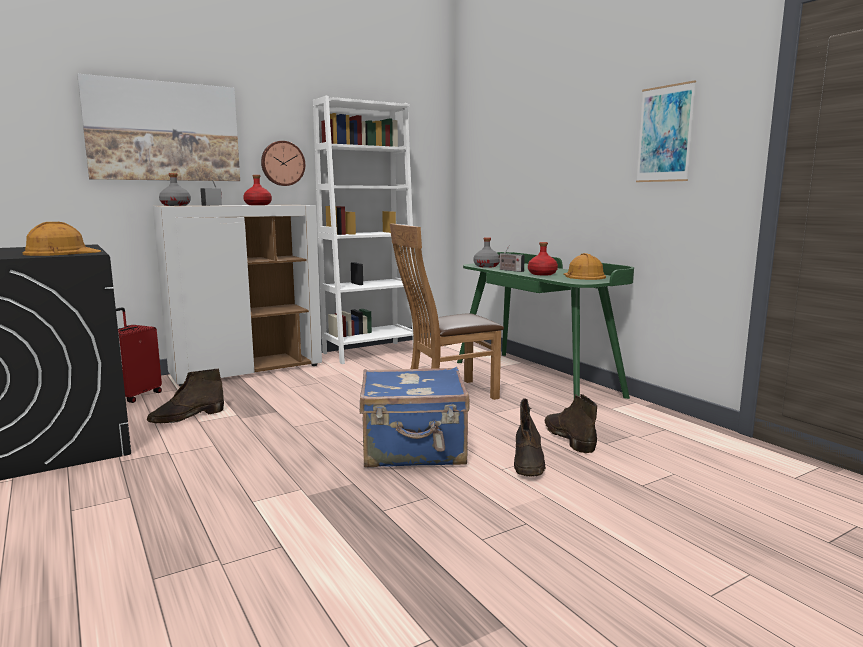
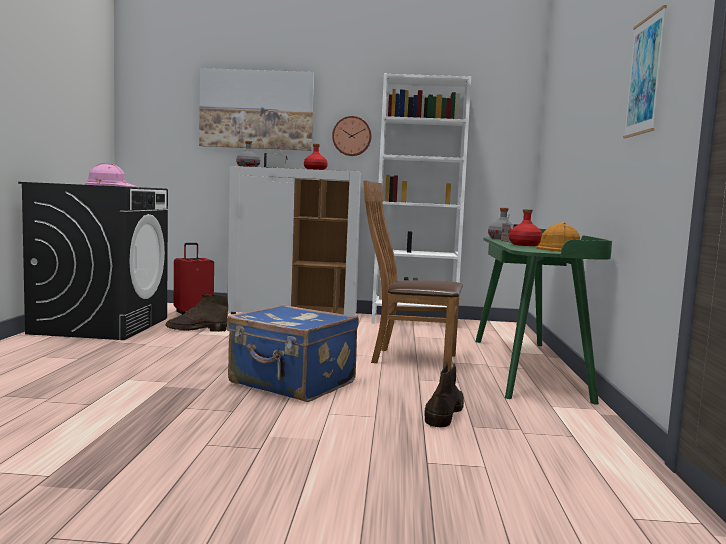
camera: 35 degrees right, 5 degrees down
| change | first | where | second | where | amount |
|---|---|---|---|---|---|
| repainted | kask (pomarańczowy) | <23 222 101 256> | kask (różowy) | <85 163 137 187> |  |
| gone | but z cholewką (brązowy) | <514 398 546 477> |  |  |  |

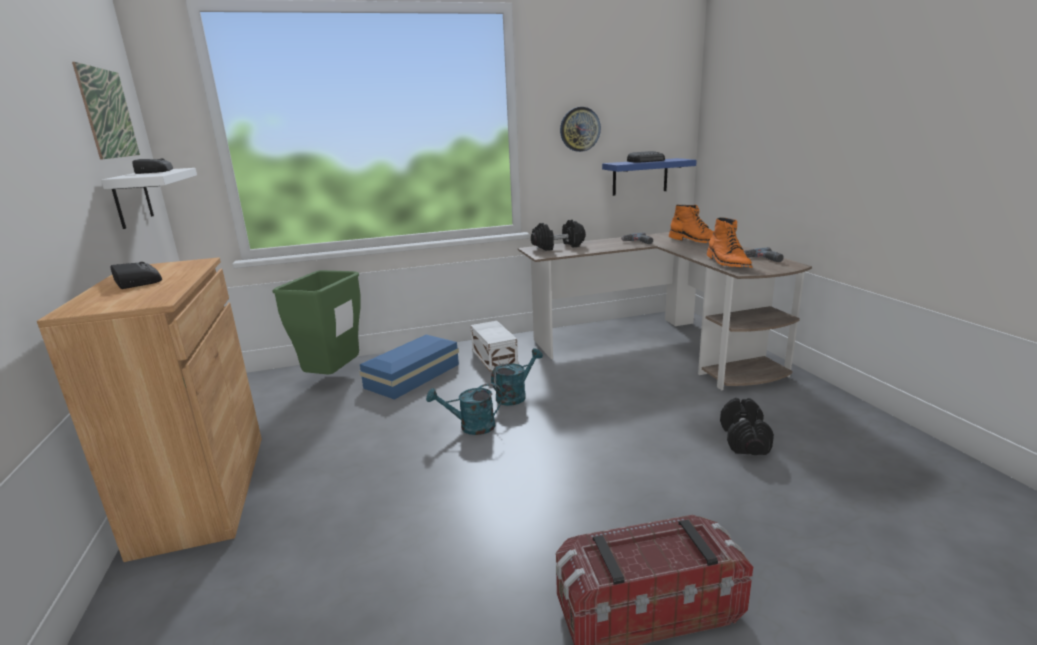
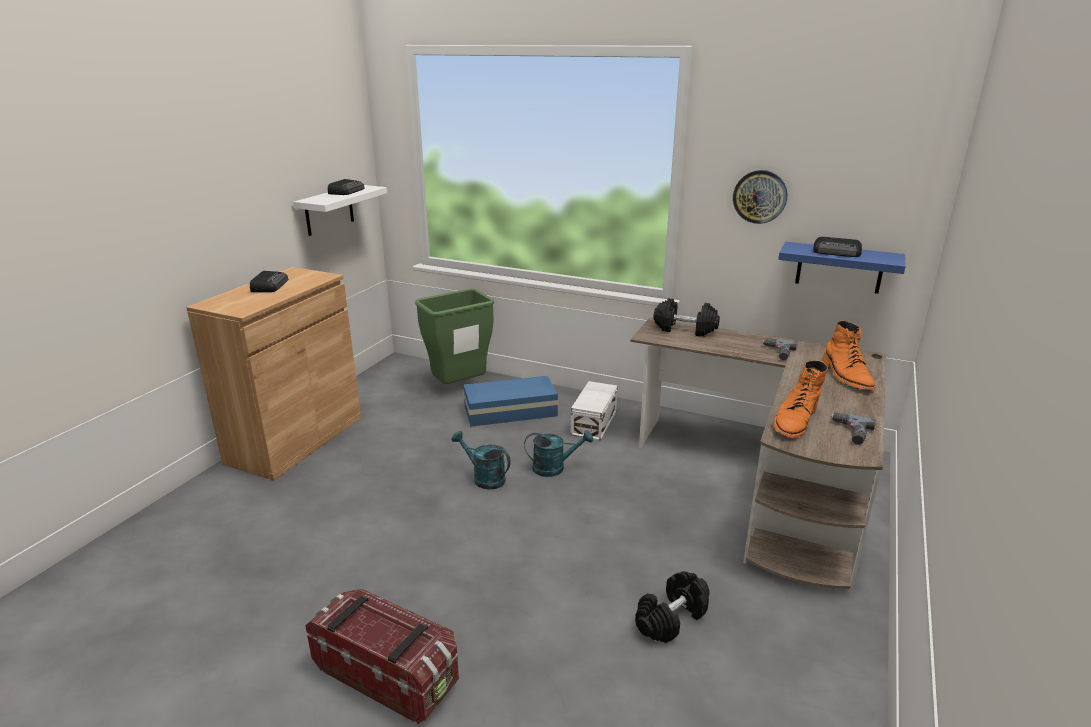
camera: 40 degrees right, 5 degrees up
| change | first | where | second | where | amount |
|---|---|---|---|---|---|
| gone | obraz | <72 62 140 160> |  |  |  |

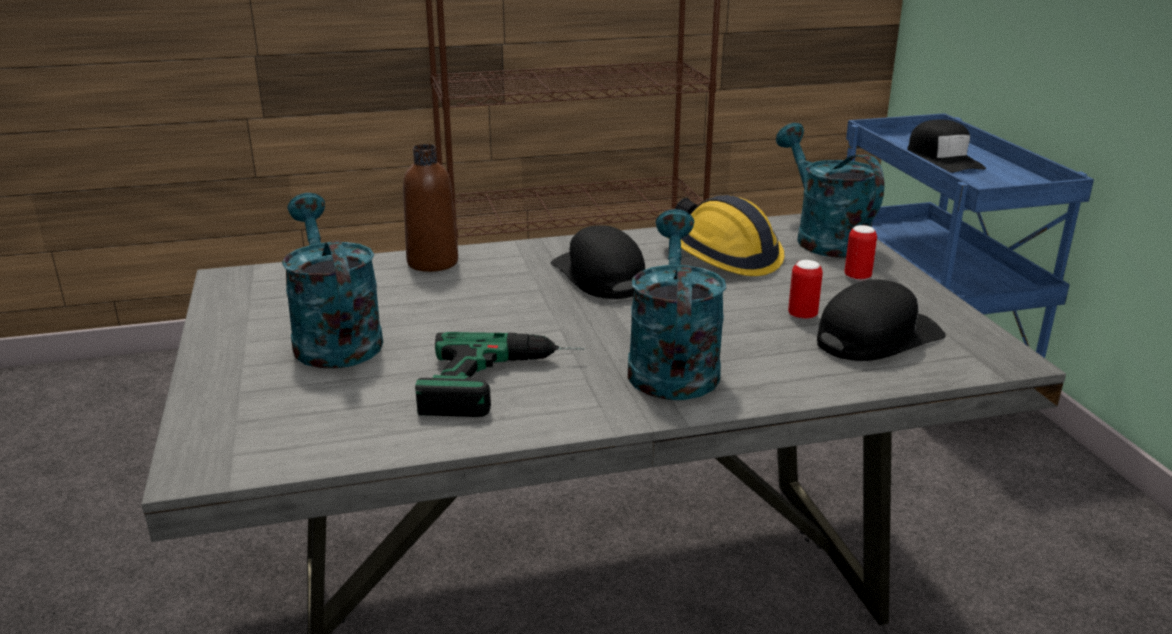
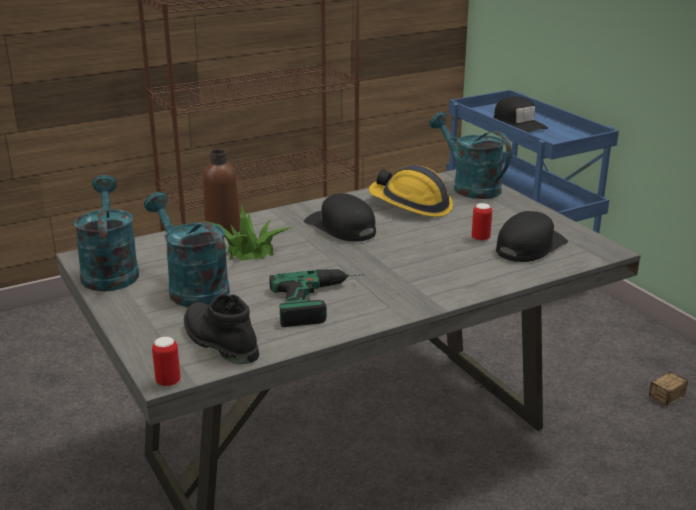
camera: 15 degrees left, 0 degrees up
| change | first | where | second | where | amount |
|---|---|---|---|---|---|
| shifted | konewka (turkusowy) | <628 209 726 400> |  | <74 175 139 291> |  |
| shifted | puszka | <844 225 877 281> |  | <152 337 181 387> |  |
| new |  |  | but z cholewką (czarny) | <184 294 259 364> |  |
| new |  |  | roślina doniczkowa | <204 205 291 261> |  |
| new |  |  | pojemnik do przechowywania | <649 371 688 406> |  |

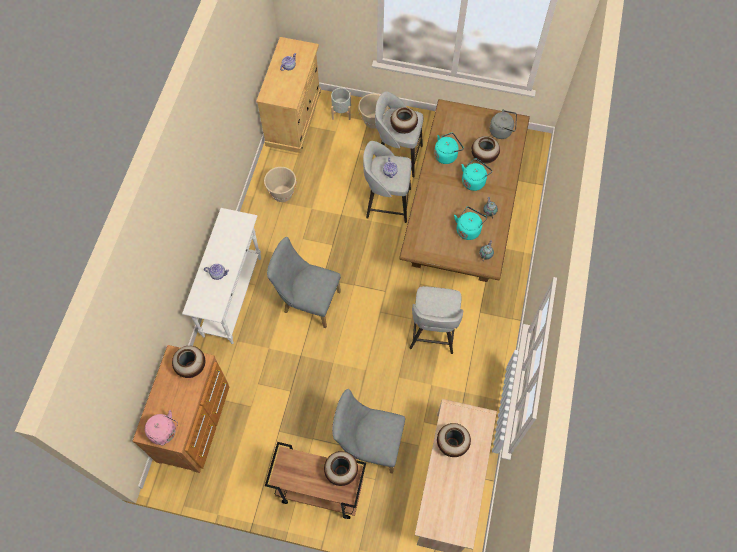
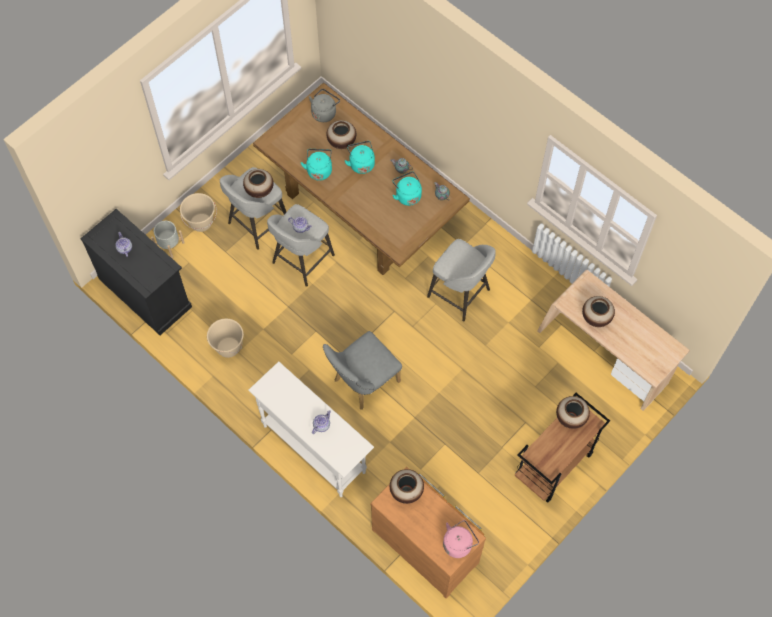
camera: 60 degrees left, 0 degrees up
| change | first | where | second | where | amount |
|---|---|---|---|---|---|
| repainted | szafka (beżowy) | <256 37 321 153> | szafka (czarny) | <80 209 192 335> |  |
| gone | krzesło (szary) | <332 389 405 474> |  |  |  |

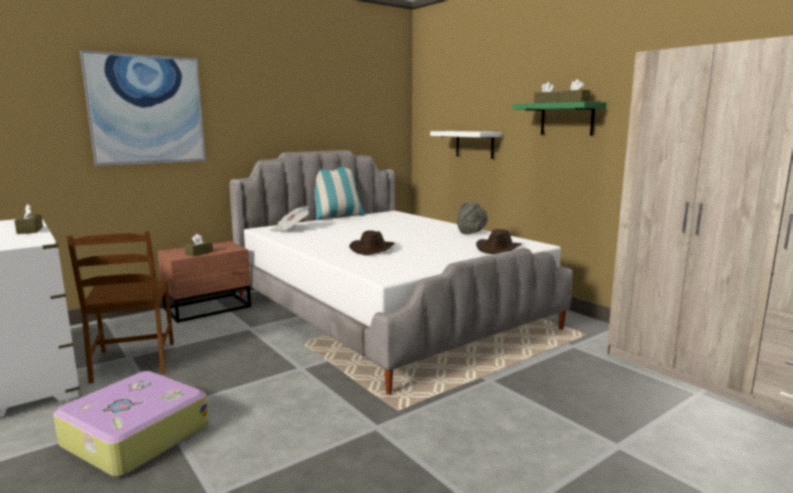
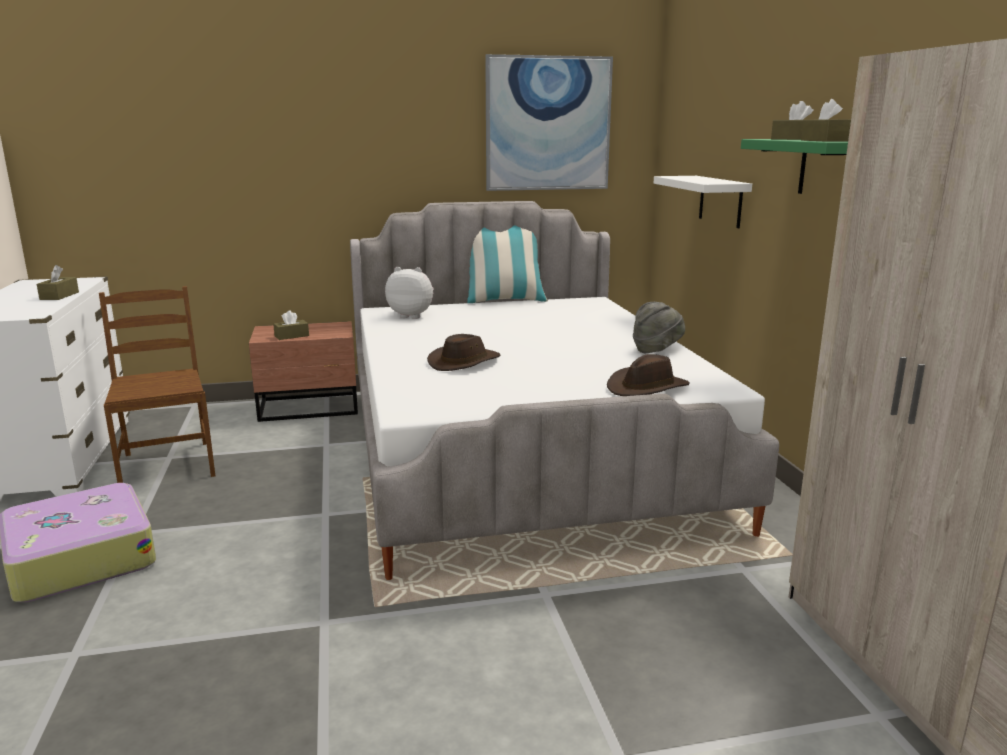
camera: 25 degrees right, 5 degrees up
| change | first | where | second | where | amount |
|---|---|---|---|---|---|
| rotated | krzesło (brązowy) | <66 231 174 384> |  | <99 286 215 483> | 150 degrees clockwise |
| swapped | gazeta | <270 206 309 232> | pluszak | <385 267 434 319> |  |
| shifted | obraz | <80 50 206 166> |  | <485 54 613 191> |  |

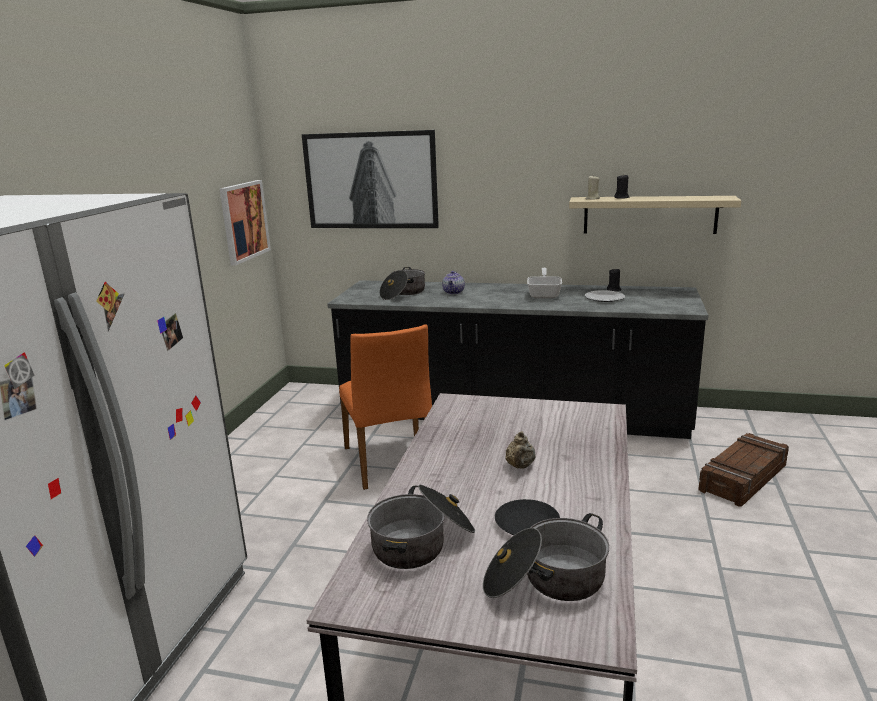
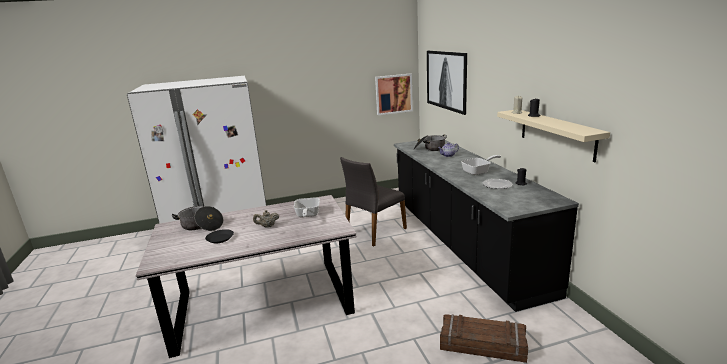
camera: 60 degrees right, 0 degrees up
| change | first | where | second | where | amount |
|---|---|---|---|---|---|
| new |  |  | patelnia | <294 197 320 217> |  |
| repainted | krzesło (pomarańczowy) | <339 324 432 490> | krzesło (szary) | <340 157 407 246> |  |
| gone | garnek | <483 513 609 601> |  |  |  |

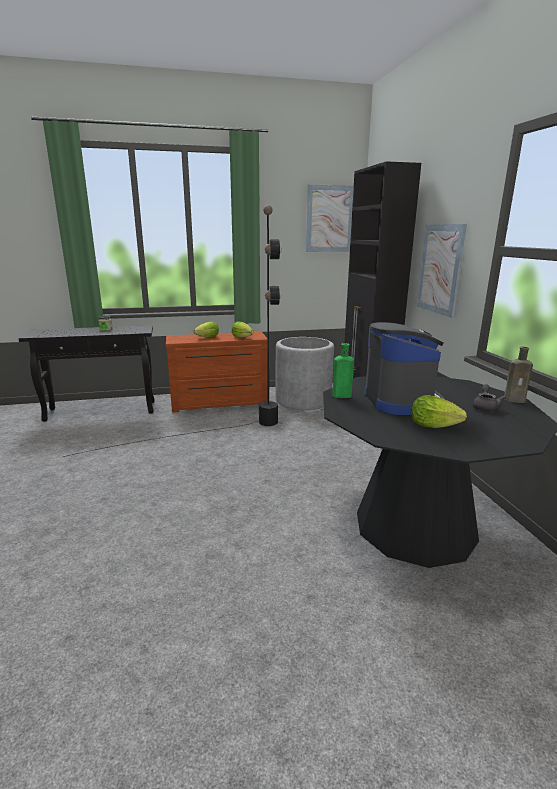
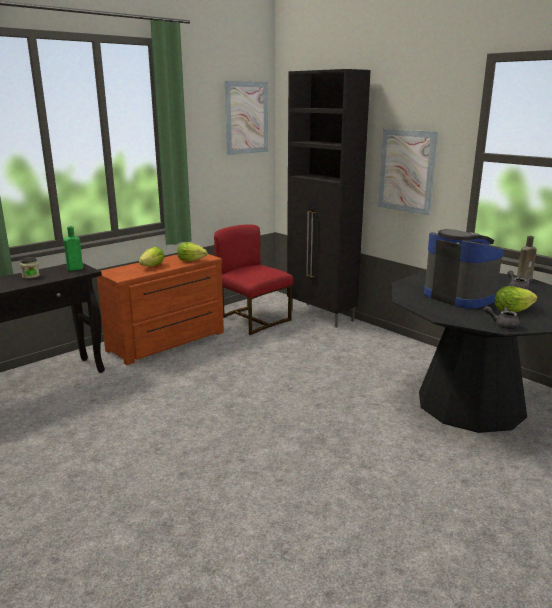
camera: 30 degrees left, 0 degrees up
| change | first | where | second | where | amount |
|---|---|---|---|---|---|
| shifted | butelka (zielony) | <332 343 354 398> |  | <64 226 83 271> |  |
| swapped | donica (szary) | <275 337 334 410> | krzesło (czerwony) | <214 224 293 335> |  |
| new |  |  | imbryk (szary) | <483 306 520 329> |  |
| gone | lampa stojąca (czarny) | <63 205 282 457> |  |  |  |

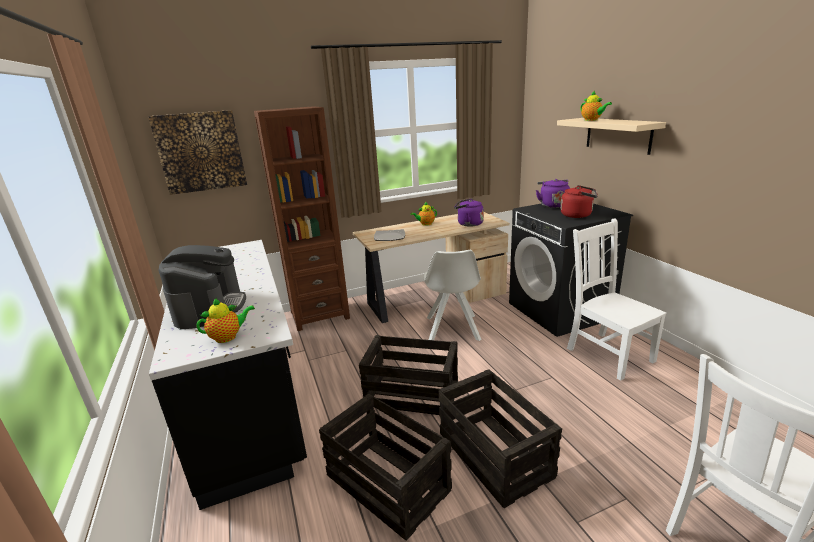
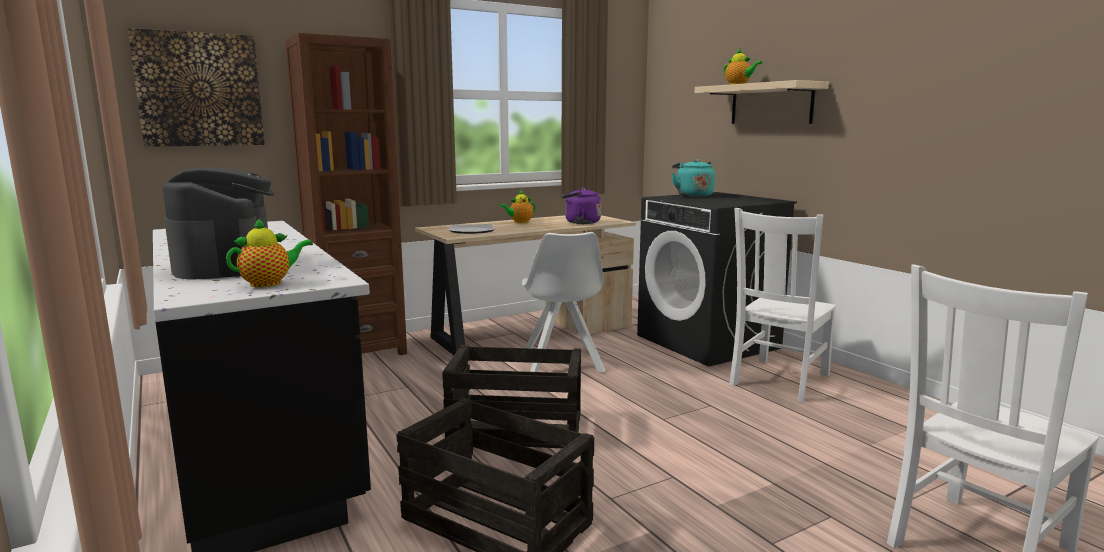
camera: 10 degrees left, 10 degrees down
| change | first | where | second | where | amount |
|---|---|---|---|---|---|
| repainted | czajnik (fioletowy) | <536 179 570 208> | czajnik (turkusowy) | <671 159 715 197> |  |
| rotated | krzesło (biały) | <567 218 667 381> |  | <729 208 836 402> | 105 degrees counterclockwise |
| gone | skrzynka | <439 369 562 508> |  |  |  |
| gone | czajnik (czerwony) | <561 185 598 218> |  |  |  |

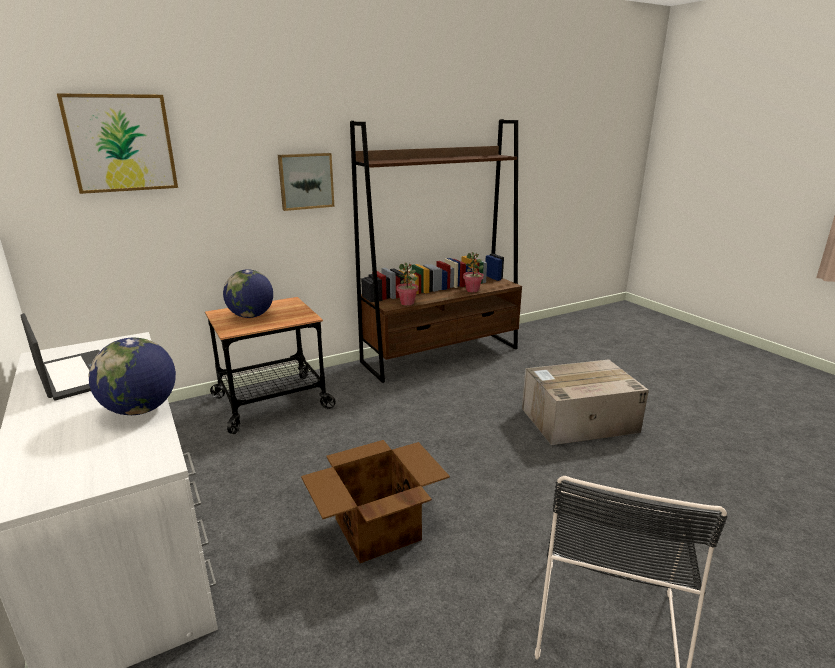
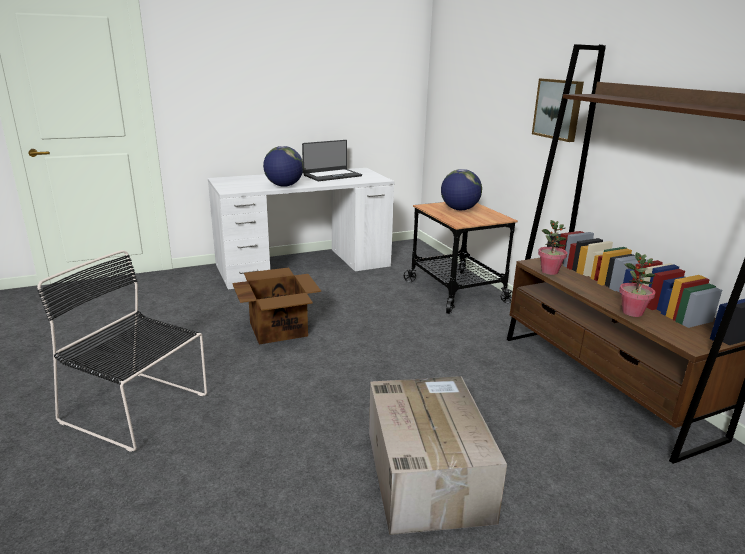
camera: 95 degrees right, 0 degrees up
| change | first | where | second | where | amount |
|---|---|---|---|---|---|
| gone | obraz | <57 93 178 194> |  |  |  |

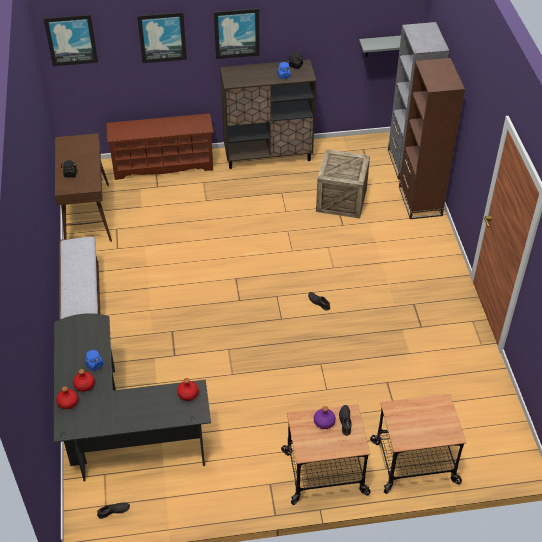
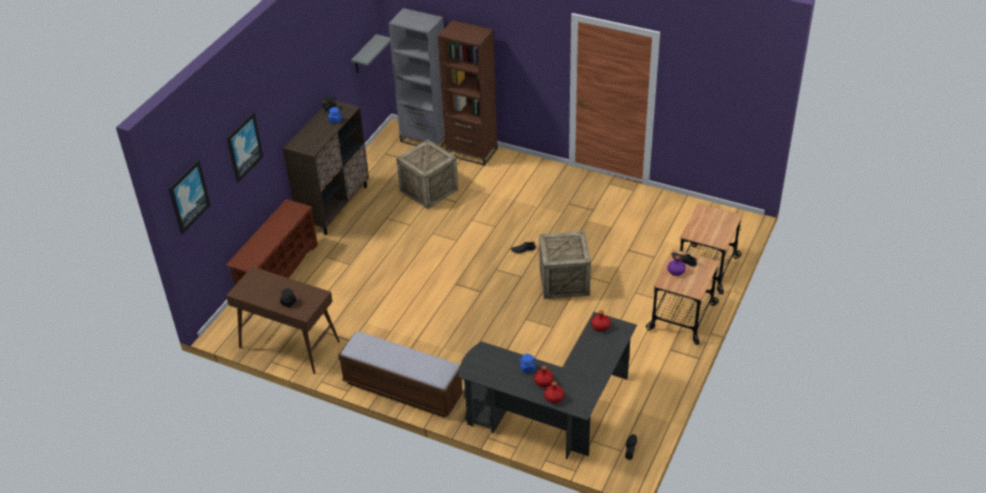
camera: 55 degrees left, 5 degrees down
| change | first | where | second | where | amount |
|---|---|---|---|---|---|
| new |  |  | skrzynka | <539 231 591 299> |  |
| gone | obraz | <214 8 260 59> |  |  |  |

